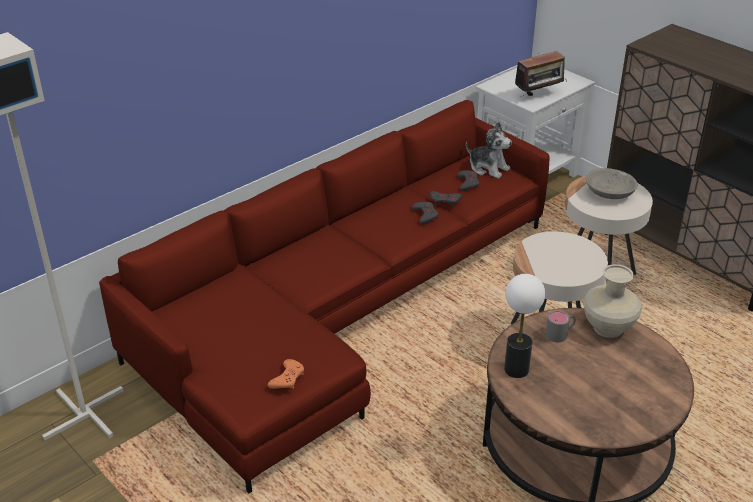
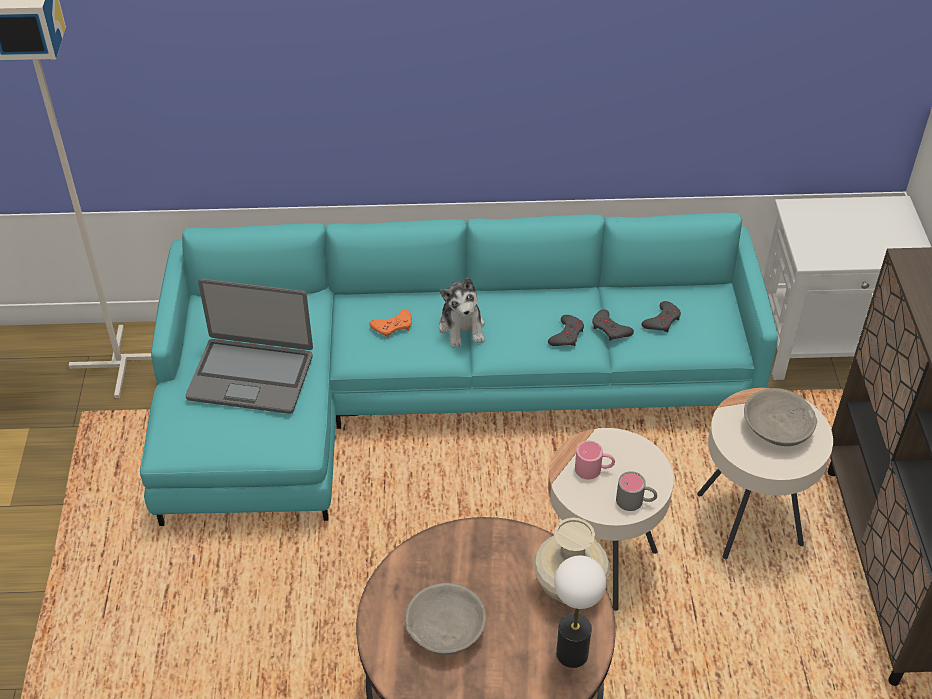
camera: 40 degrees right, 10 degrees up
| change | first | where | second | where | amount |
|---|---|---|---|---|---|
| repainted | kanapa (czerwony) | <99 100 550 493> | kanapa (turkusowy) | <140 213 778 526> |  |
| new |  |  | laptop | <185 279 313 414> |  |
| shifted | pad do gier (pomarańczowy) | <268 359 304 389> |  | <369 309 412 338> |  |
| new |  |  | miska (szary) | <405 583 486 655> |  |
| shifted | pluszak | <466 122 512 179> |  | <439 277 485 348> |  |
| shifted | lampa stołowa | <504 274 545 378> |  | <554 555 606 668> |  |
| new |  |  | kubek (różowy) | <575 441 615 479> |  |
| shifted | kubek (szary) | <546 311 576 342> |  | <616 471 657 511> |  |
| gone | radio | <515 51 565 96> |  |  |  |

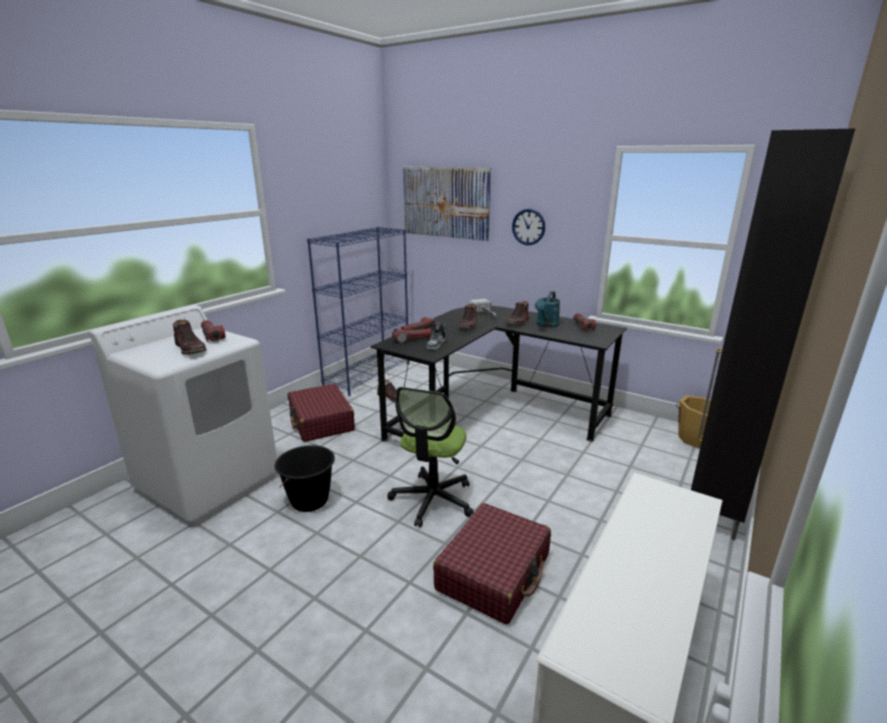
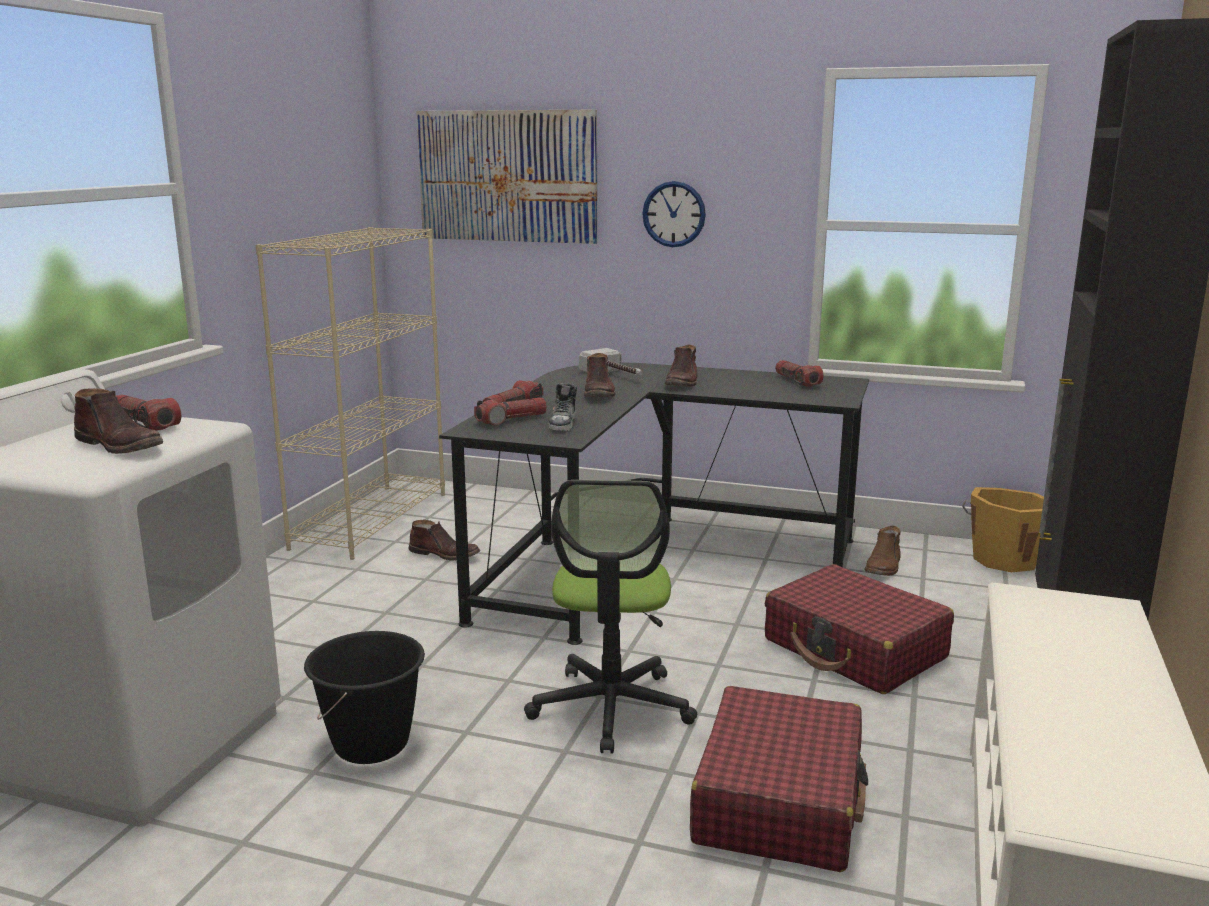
camera: 15 degrees left, 5 degrees down
| change | first | where | second | where | amount |
|---|---|---|---|---|---|
| repainted | regał (niebieski) | <307 227 408 396> | regał (beżowy) | <256 227 445 560> |  |
| shifted | walizka (czerwony) | <288 383 355 442> |  | <765 564 954 694> |  |
| new |  |  | but z cholewką (brązowy) | <864 525 901 576> |  |
| gone | konewka (turkusowy) | <535 291 560 328> |  |  |  |

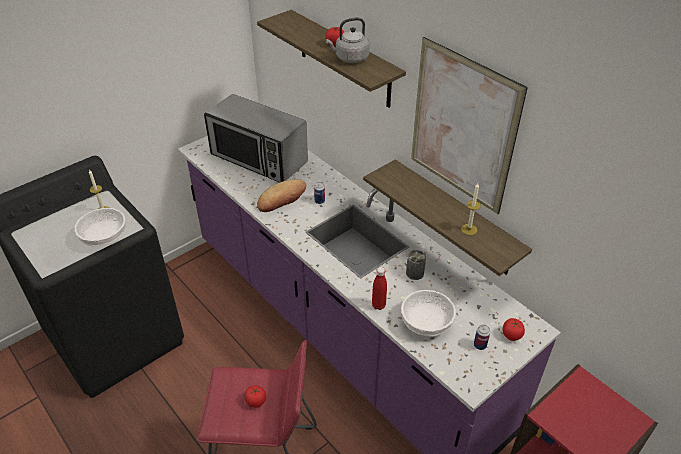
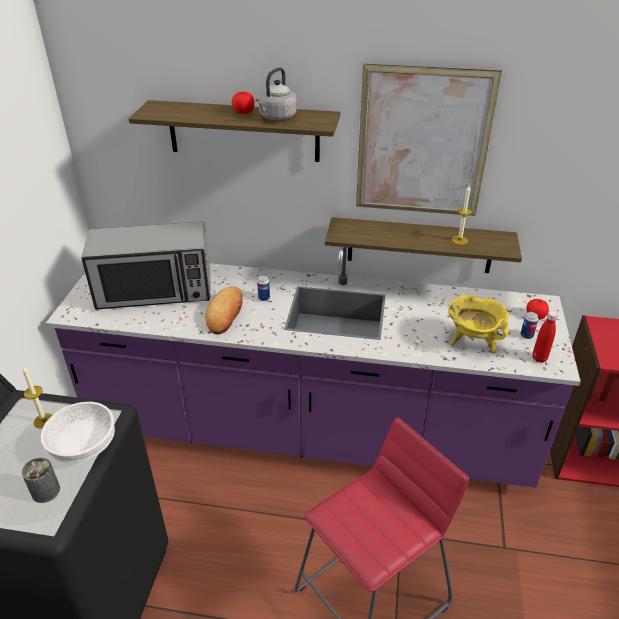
camera: 40 degrees left, 5 degrees down
| change | first | where | second | where | amount |
|---|---|---|---|---|---|
| shifted | puszka | <406 250 426 280> |  | <22 457 60 503> |  |
| swapped | miska (biały) | <401 290 456 336> | garnek (żółty) | <448 295 509 354> |  |
| shifted | butelka (czerwony) | <372 267 387 310> |  | <532 311 558 363> |  |
| gone | pomidor | <245 385 266 408> |  |  |  |

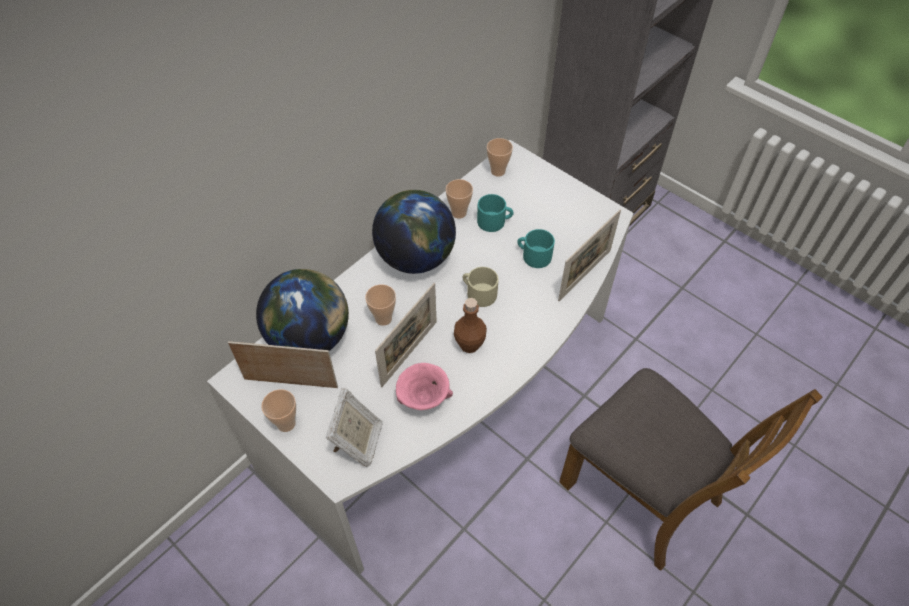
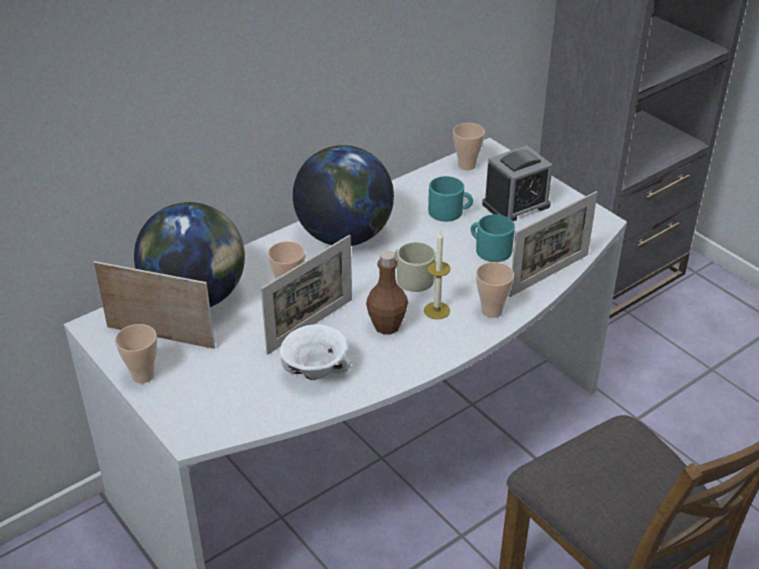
camera: 10 degrees right, 15 degrees down
| change | first | where | second | where | amount |
|---|---|---|---|---|---|
| repainted | miska (różowy) | <396 363 453 410> | miska (biały) | <280 324 351 380> |  |
| new |  |  | świeca | <424 231 451 319> |  |
| shifted | filiżanka | <446 179 473 219> |  | <476 262 514 318> |  |
| new |  |  | budzik | <482 145 553 221> |  |
| gone | ramka na zdjęcie | <326 388 383 467> |  |  |  |

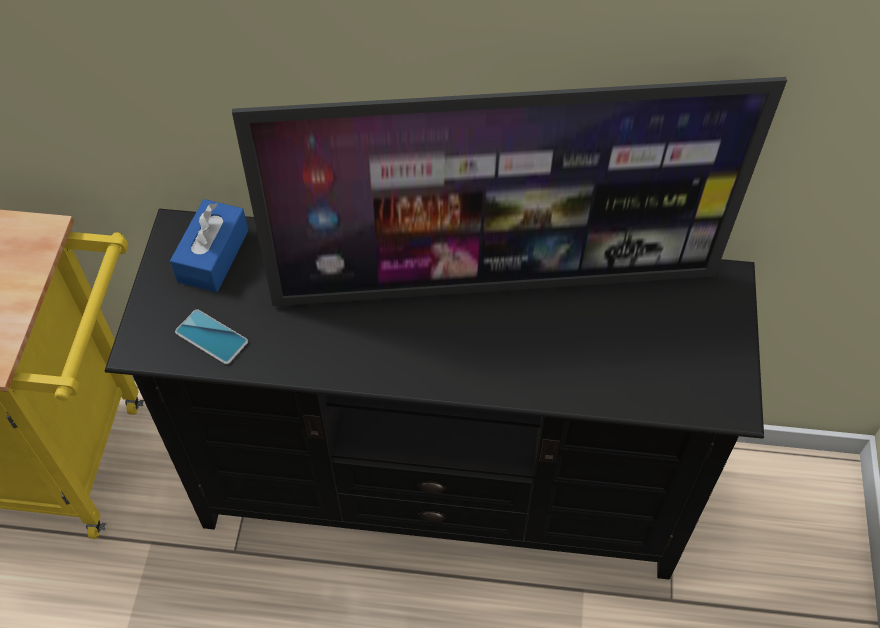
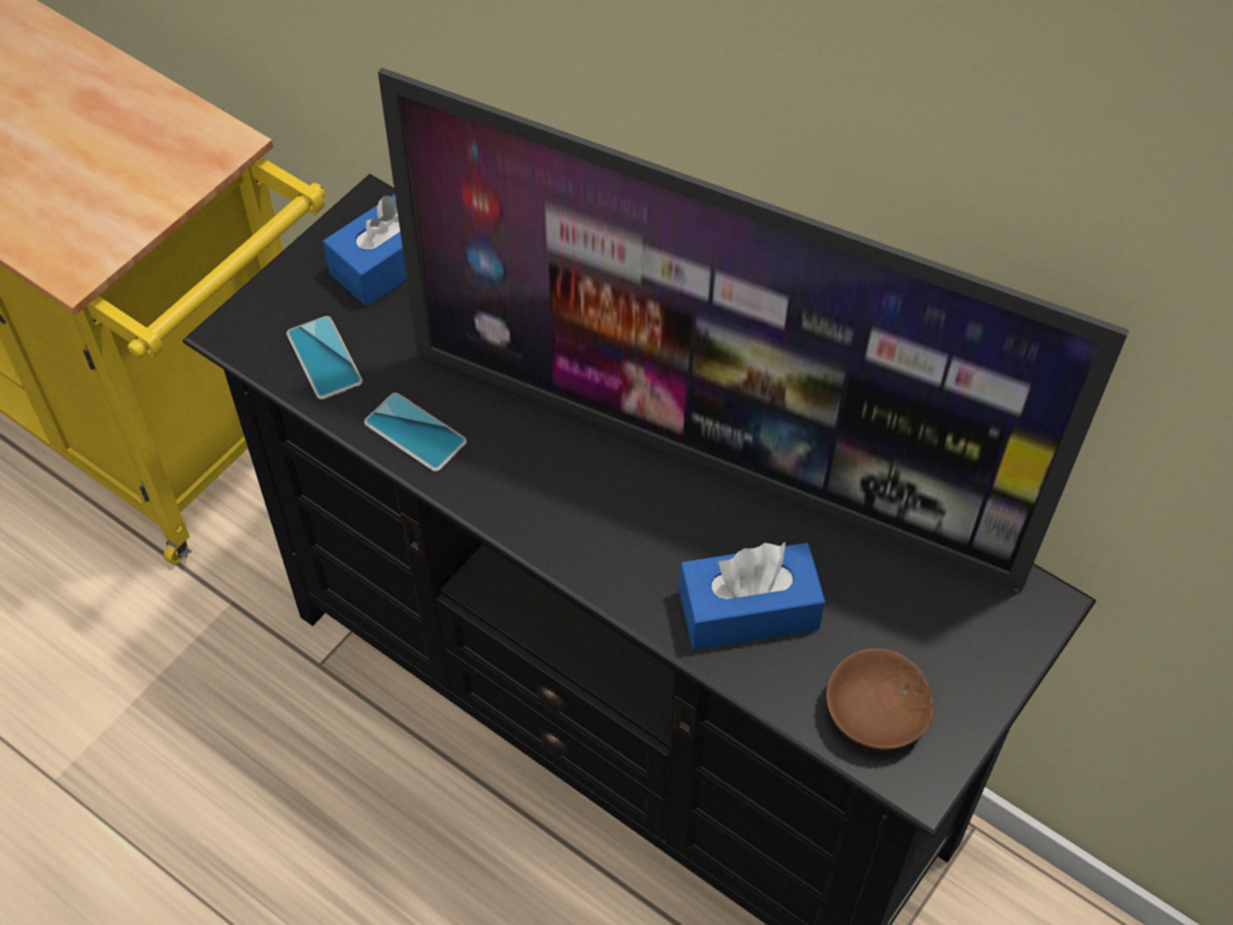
camera: 30 degrees right, 0 degrees up
| change | first | where | second | where | amount |
|---|---|---|---|---|---|
| new |  |  | telefon | <364 393 467 472> |  |
| new |  |  | pudełko chusteczek (niebieski) | <679 542 825 650> |  |
| new |  |  | miska (brązowy) | <826 648 933 750> |  |

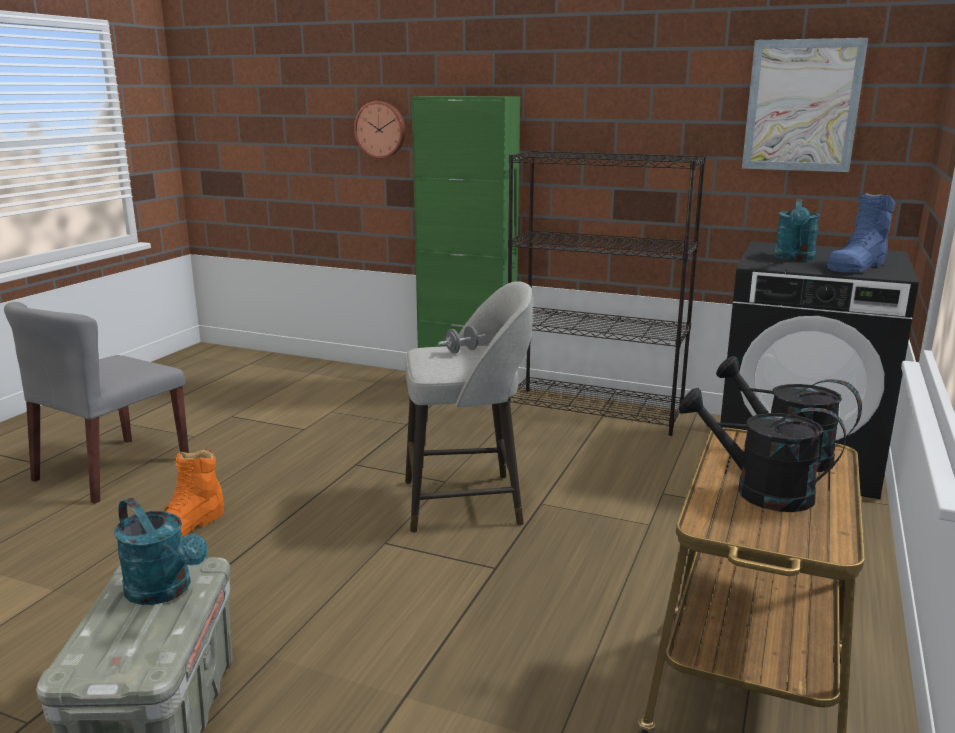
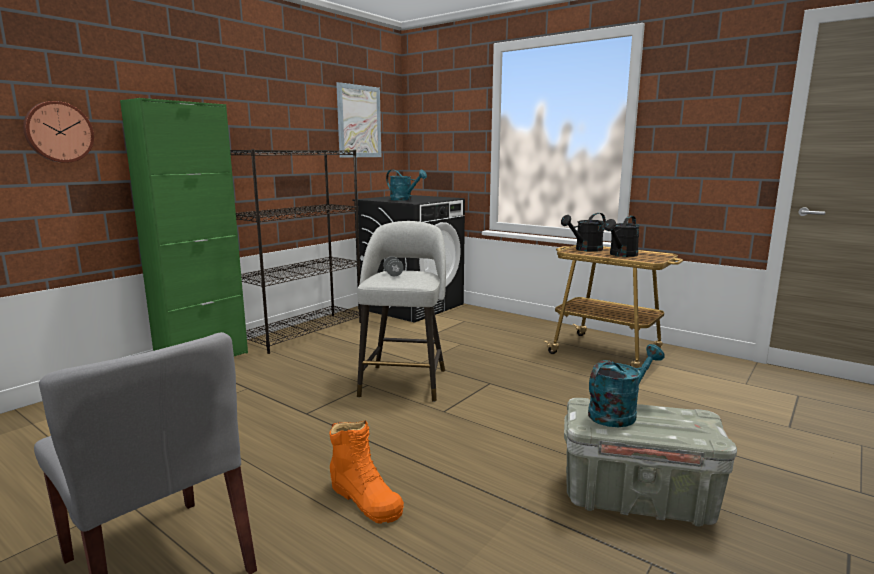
camera: 75 degrees left, 5 degrees down
| change | first | where | second | where | amount |
|---|---|---|---|---|---|
| gone | but z cholewką (niebieski) | <827 193 895 273> |  |  |  |

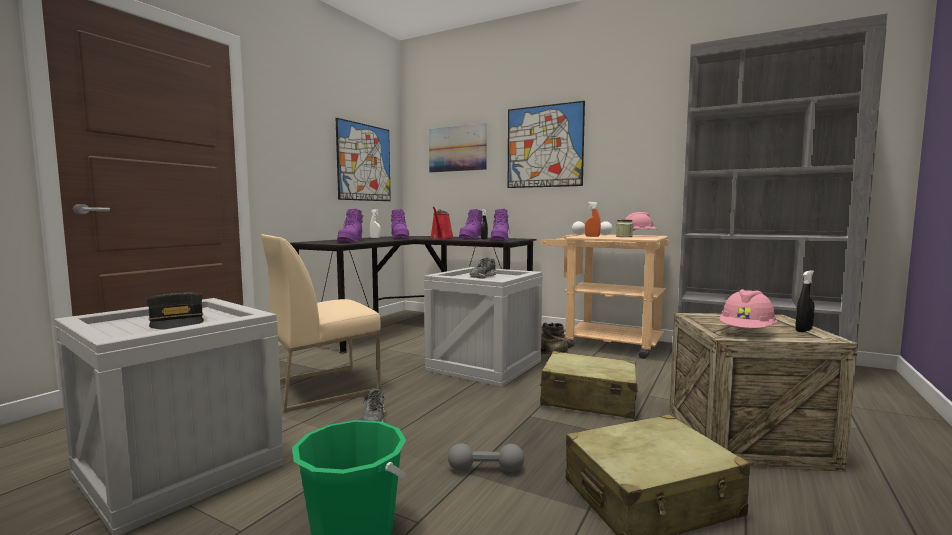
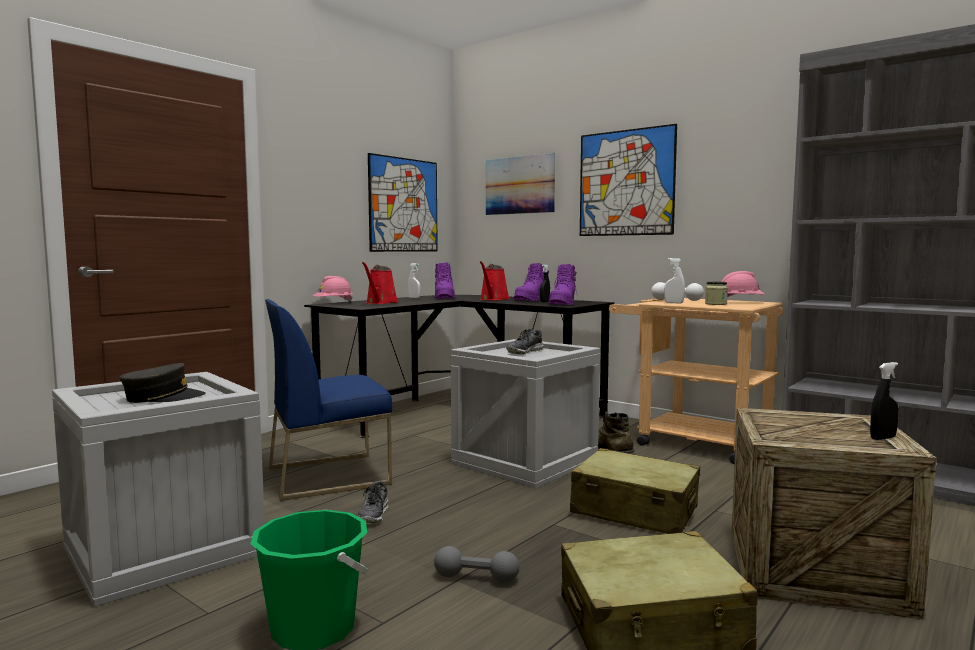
camera: 10 degrees right, 0 degrees up
| change | first | where | second | where | amount |
|---|---|---|---|---|---|
| rotated | czapka z daszkiem (szary) | <146 293 204 330> |  | <120 363 206 403> | 90 degrees counterclockwise |
| repainted | krzesło (beżowy) | <261 234 381 412> | krzesło (niebieski) | <265 299 392 501> |  |
| shifted | kask (różowy) | <719 289 777 328> |  | <313 276 353 302> |  |
| swapped | but z cholewką (fioletowy) | <337 209 364 241> | konewka (czerwony) | <362 262 398 304> |  |
| repainted | spryskiwacz (pomarańczowy) | <585 202 601 237> | spryskiwacz (biały) | <664 258 685 303> |  |

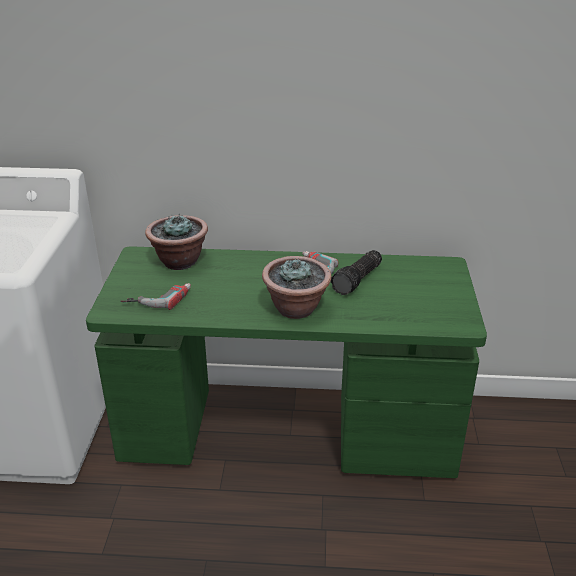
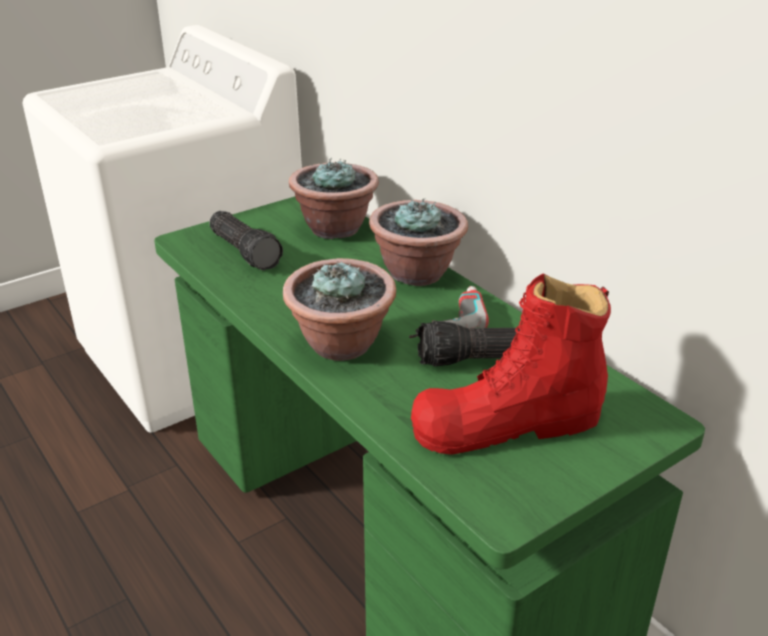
camera: 50 degrees right, 0 degrees up
| change | first | where | second | where | amount |
|---|---|---|---|---|---|
| swapped | wiertarka | <120 283 191 310> | latarka | <209 211 283 270> |  |
| new |  |  | roślina doniczkowa | <369 198 468 286> |  |
| new |  |  | but z cholewką (czerwony) | <411 273 611 455> |  |

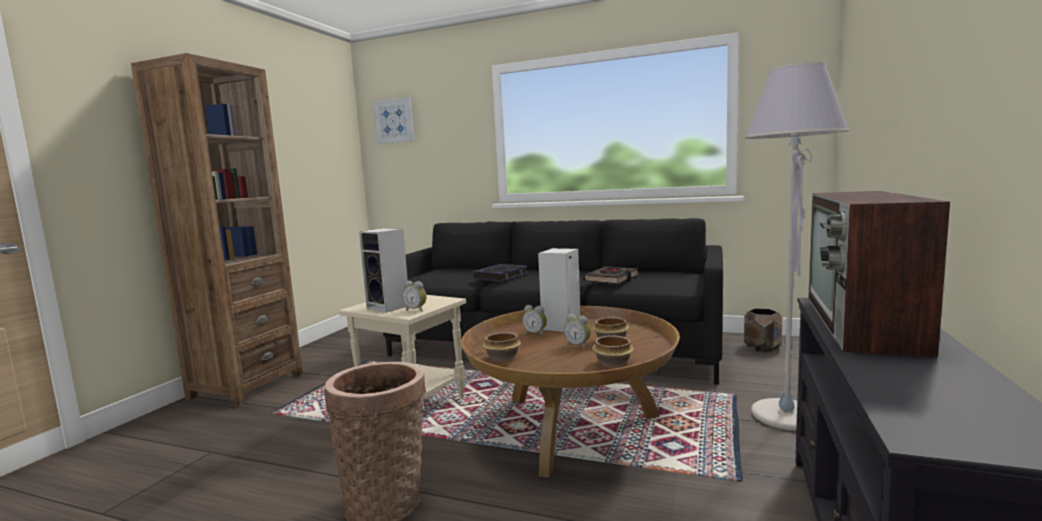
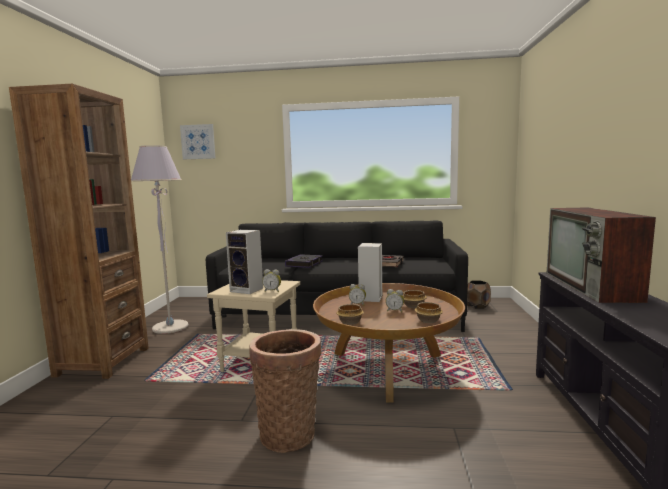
camera: 15 degrees left, 0 degrees up
| change | first | where | second | where | amount |
|---|---|---|---|---|---|
| shifted | lampa stojąca (szary) | <745 62 850 431> |  | <131 145 188 334> |  |

